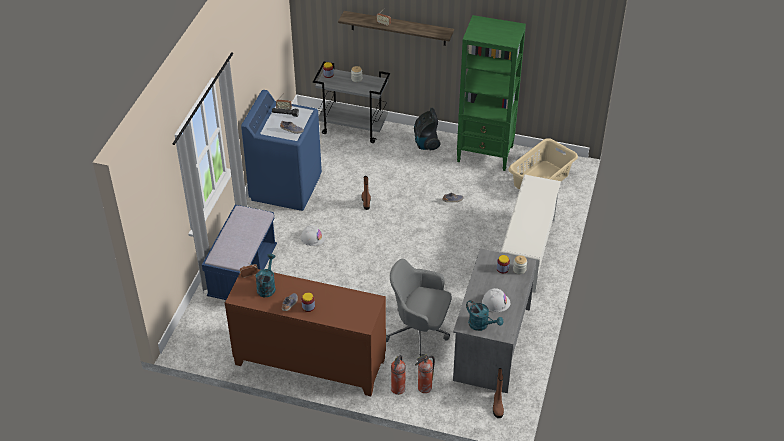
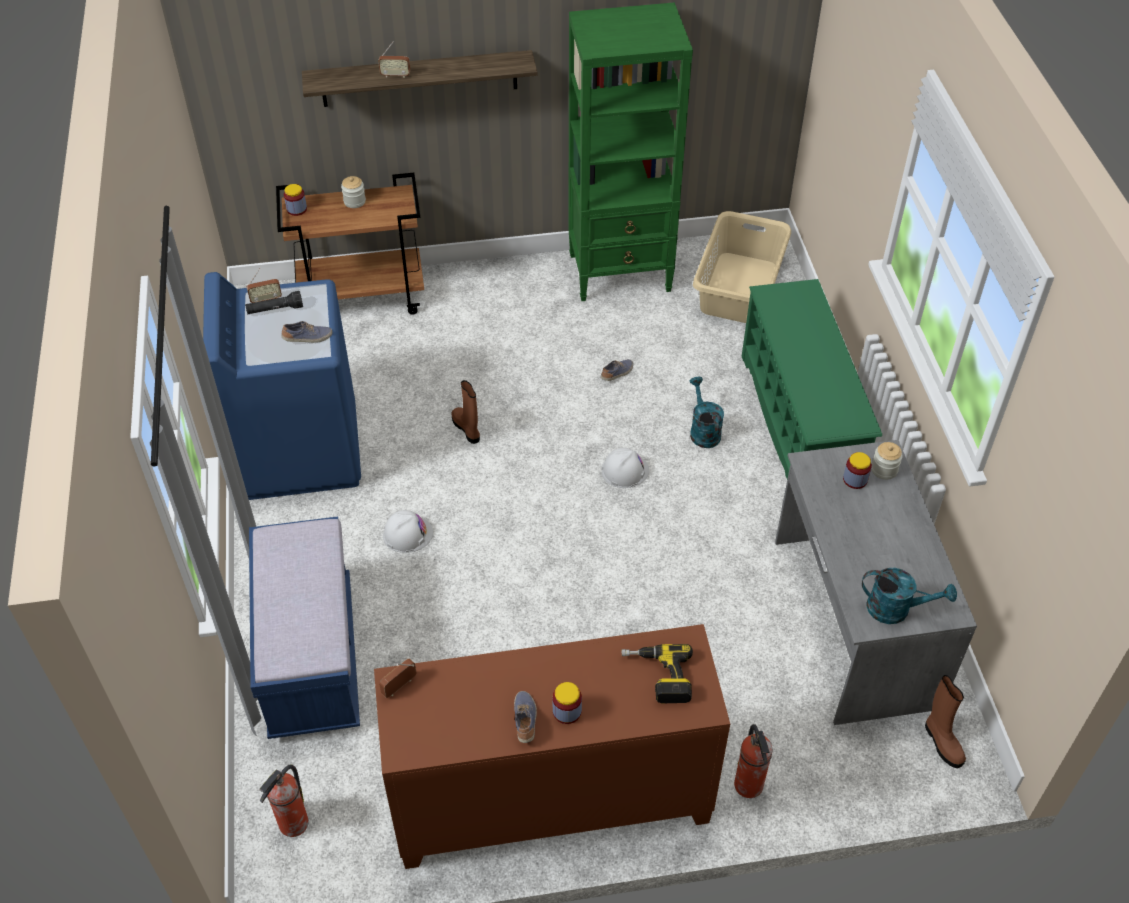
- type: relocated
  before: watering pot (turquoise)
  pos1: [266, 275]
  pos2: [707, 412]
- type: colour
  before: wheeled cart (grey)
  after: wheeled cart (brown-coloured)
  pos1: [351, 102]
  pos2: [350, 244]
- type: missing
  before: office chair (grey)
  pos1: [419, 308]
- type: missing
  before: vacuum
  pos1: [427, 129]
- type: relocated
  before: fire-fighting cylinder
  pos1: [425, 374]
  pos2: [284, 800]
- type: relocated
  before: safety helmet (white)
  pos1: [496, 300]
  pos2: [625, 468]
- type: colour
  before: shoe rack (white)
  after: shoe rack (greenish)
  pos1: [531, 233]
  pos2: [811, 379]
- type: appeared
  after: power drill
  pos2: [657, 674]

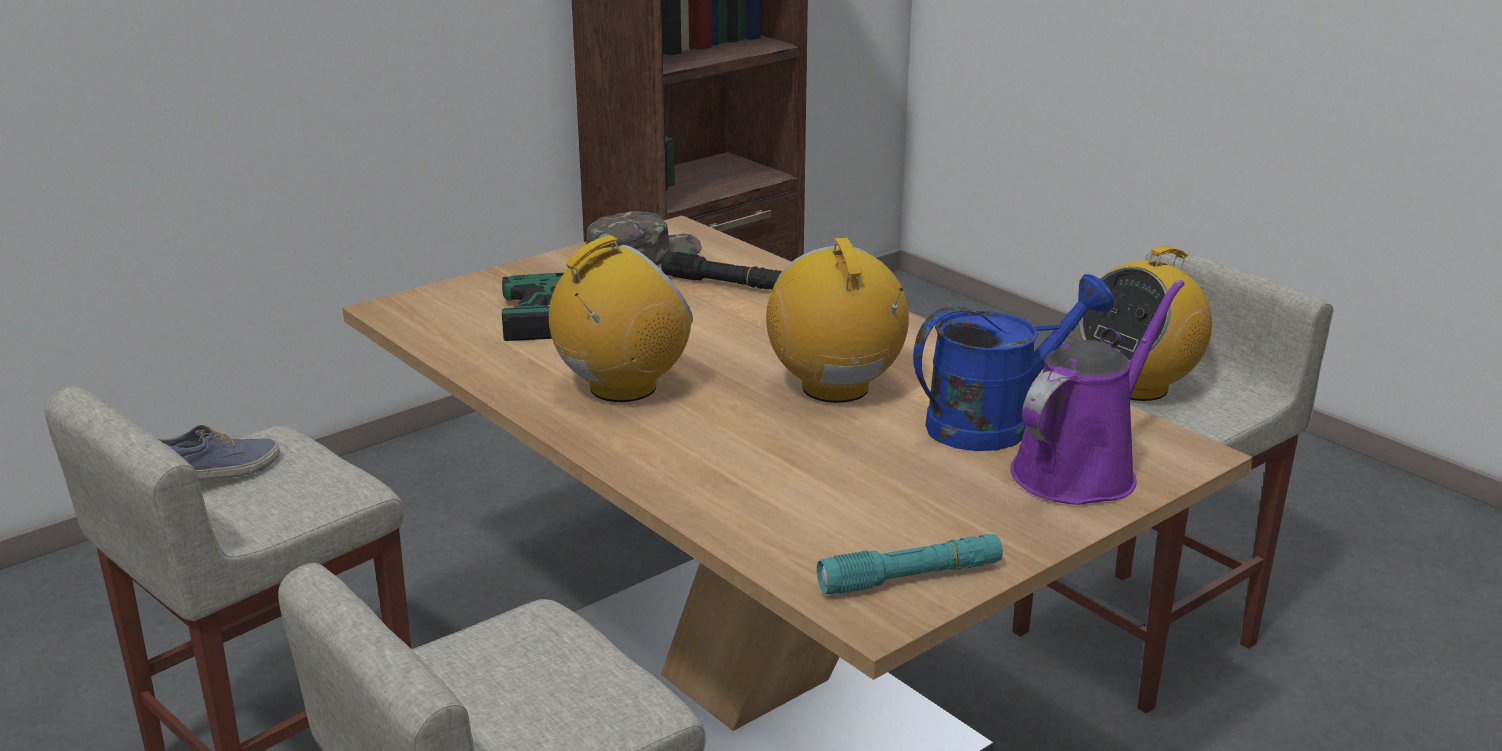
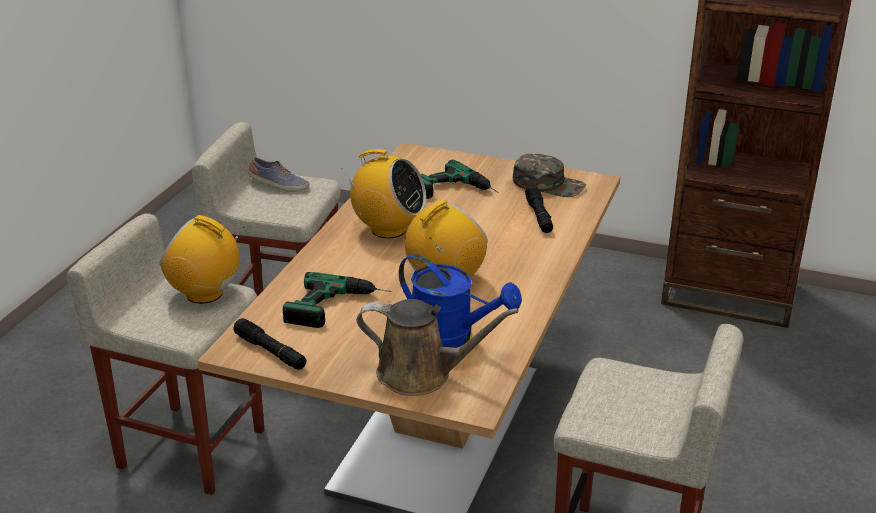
- type: colour
  before: hand torch (turquoise)
  after: hand torch (blackish)
  pos1: [910, 564]
  pos2: [269, 344]
- type: colour
  before: watering pot (purple)
  after: watering pot (brown-coloured)
  pos1: [1097, 392]
  pos2: [438, 347]
- type: relocated
  before: radio receiver
  pos1: [1145, 323]
  pos2: [202, 259]
- type: appeared
  after: power drill
  pos2: [337, 300]

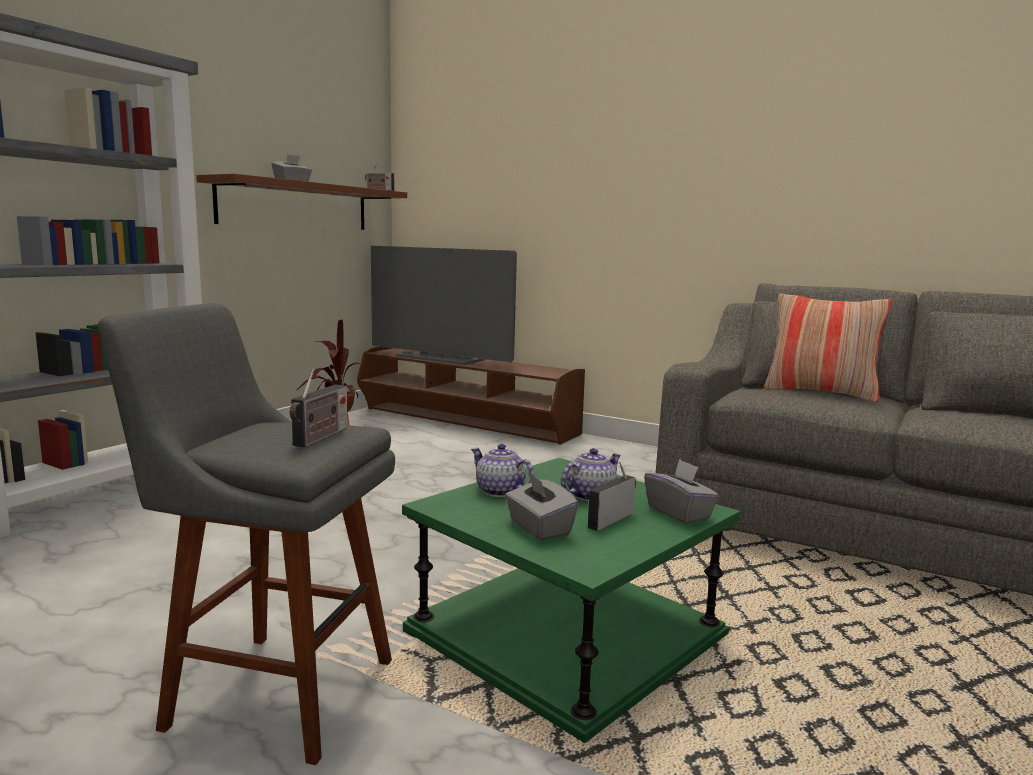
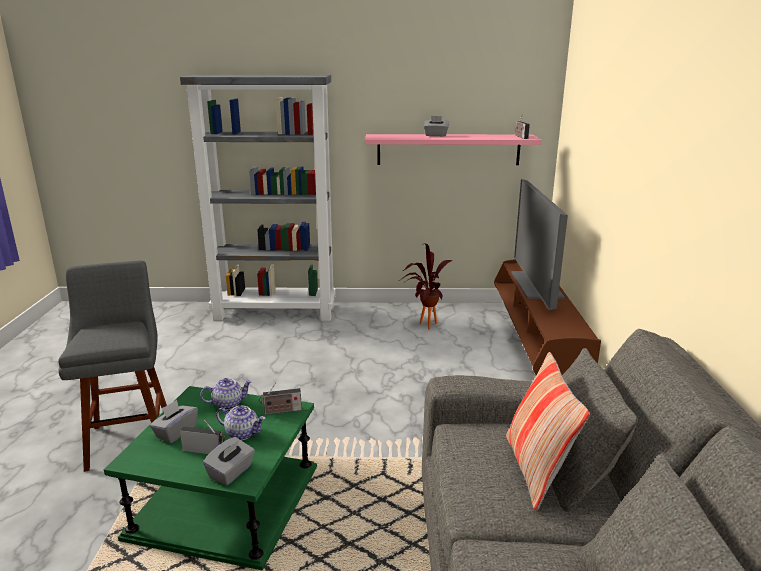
- type: colour
  before: shelf (brown-coloured)
  after: shelf (pinkish)
  pos1: [301, 202]
  pos2: [453, 149]
- type: relocated
  before: radio receiver
  pos1: [319, 408]
  pos2: [280, 398]
- type: spun
  before: teapot
  pos1: [502, 470]
  pos2: [226, 394]
  turn: 60

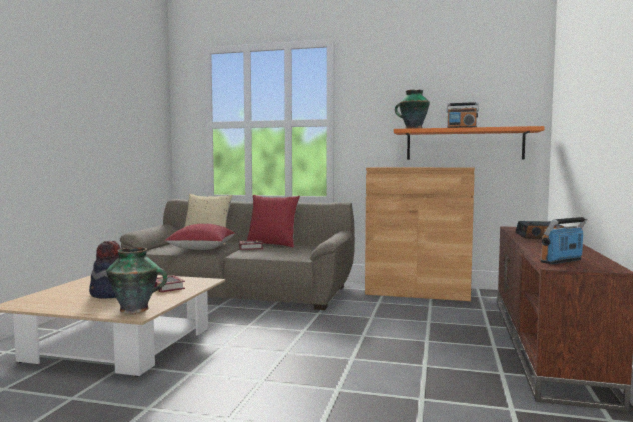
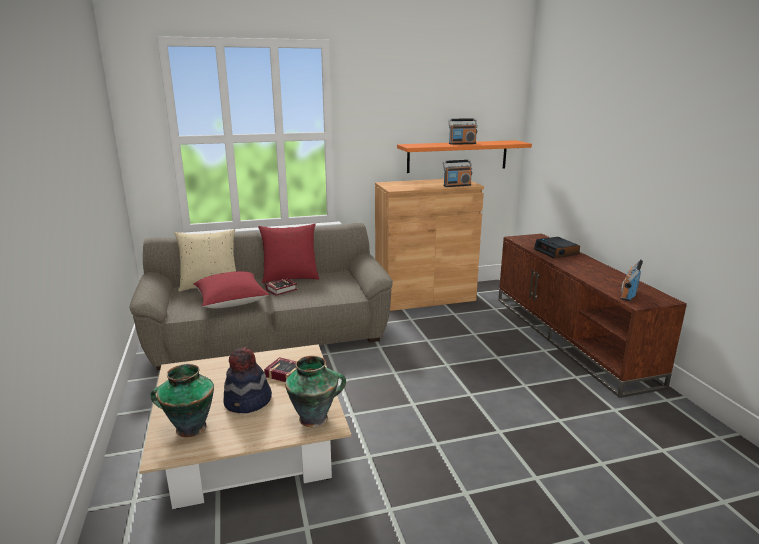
- type: relocated
  before: flower vase
  pos1: [412, 109]
  pos2: [182, 401]
- type: appeared
  after: radio receiver
  pos2: [457, 173]

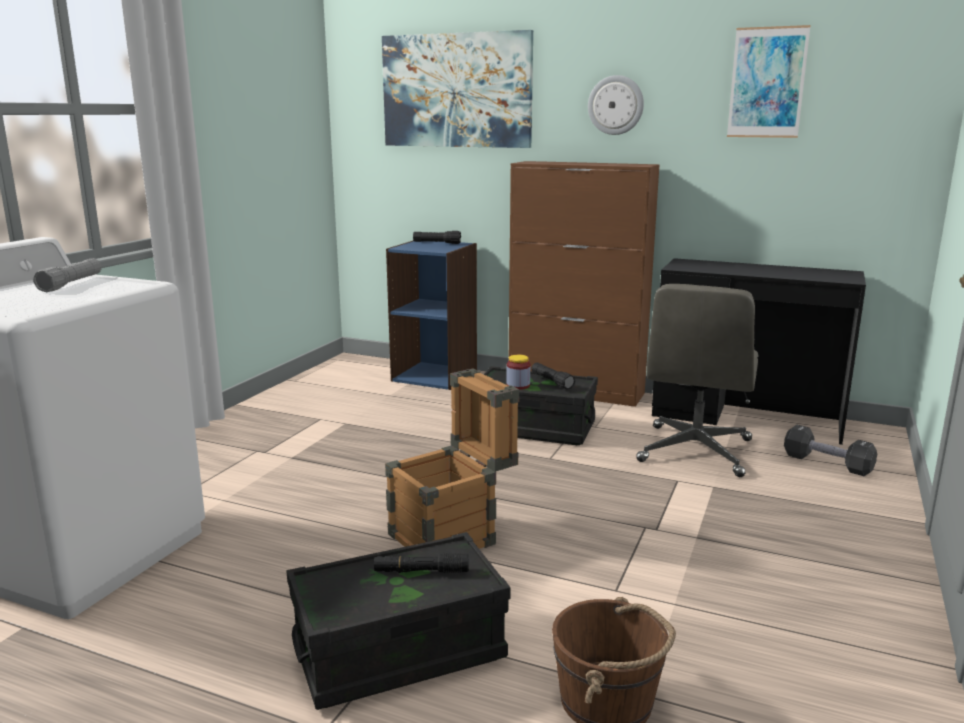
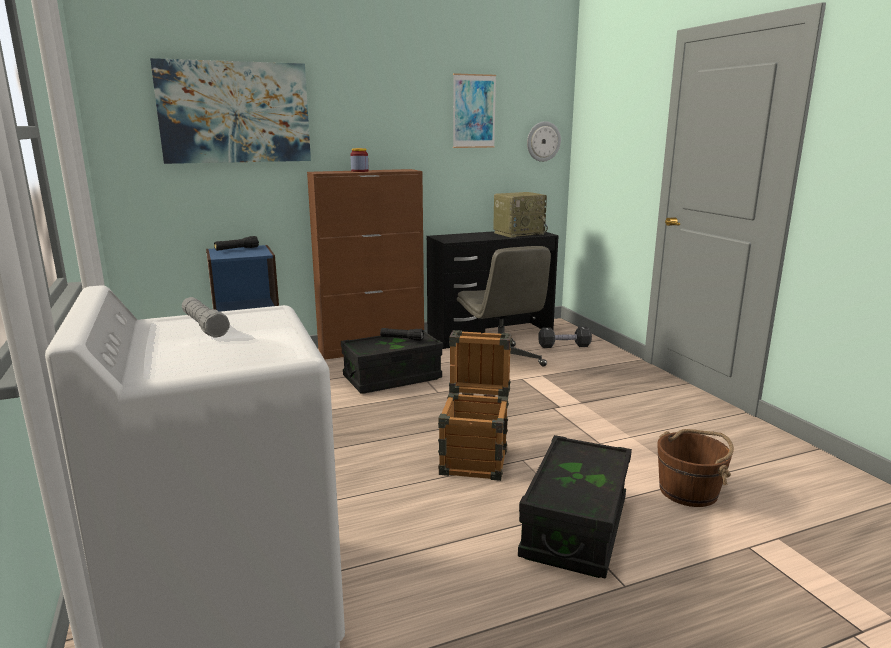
- type: missing
  before: hand torch (blackish)
  pos1: [421, 563]
- type: relocated
  before: storage jar
  pos1: [518, 372]
  pos2: [359, 160]
- type: relocated
  before: hanging clock
  pos1: [616, 105]
  pos2: [544, 141]
- type: appeared
  after: radio receiver
  pos2: [520, 215]

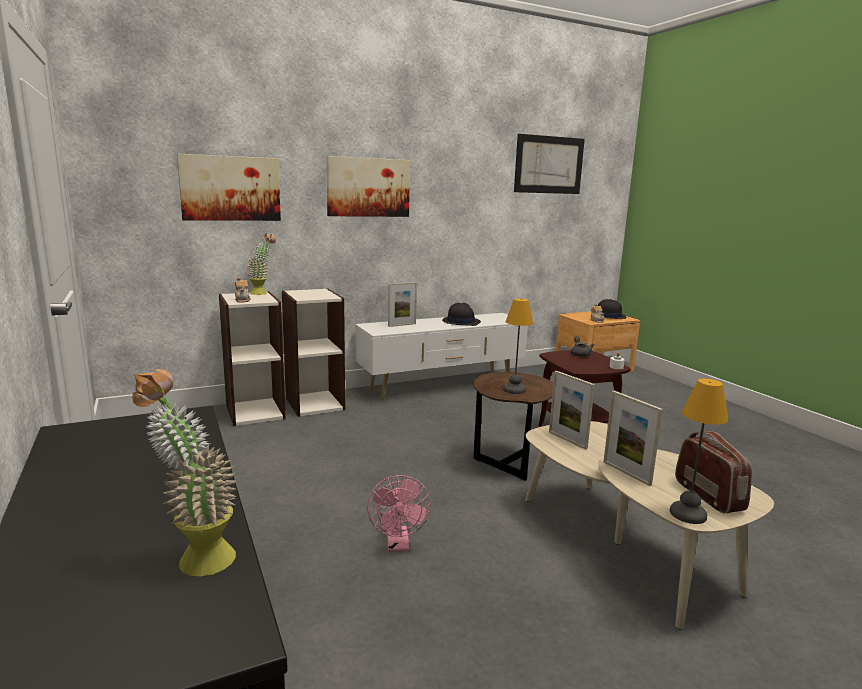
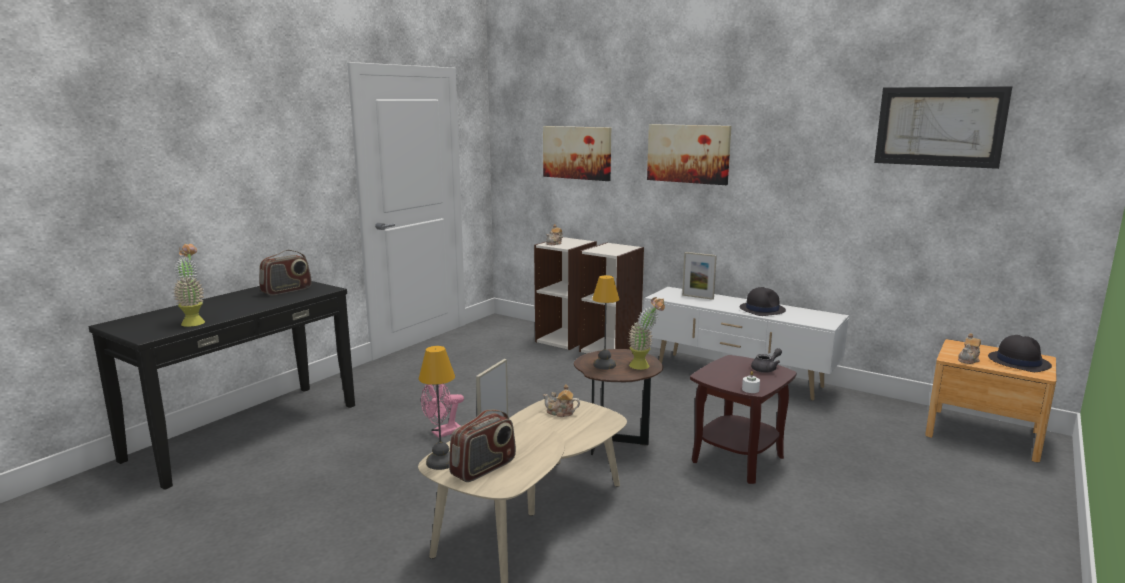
- type: relocated
  before: potted plant
  pos1: [261, 264]
  pos2: [646, 333]
- type: exchanged
  before: standing frame
  after: teapot
  pos1: [572, 410]
  pos2: [561, 400]
- type: appeared
  after: radio receiver
  pos2: [285, 272]

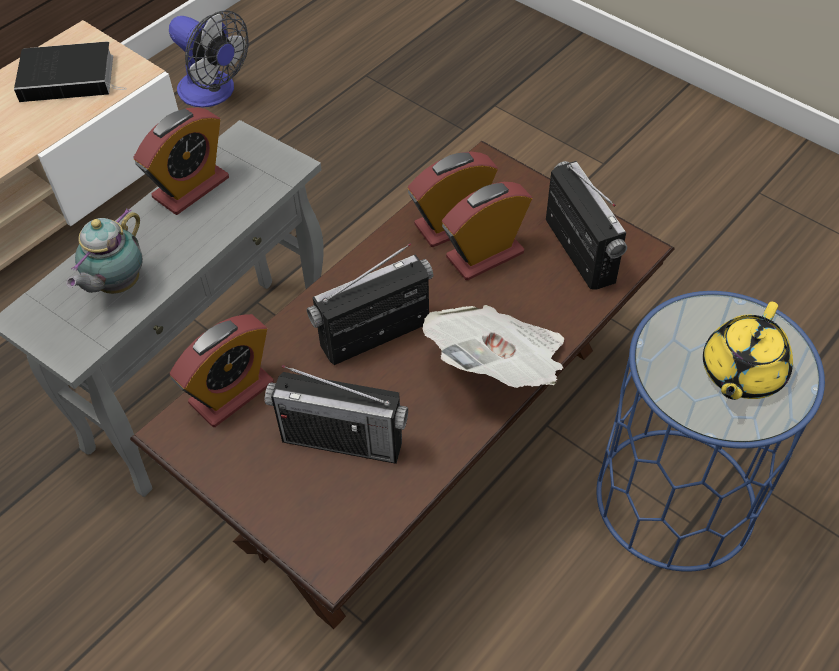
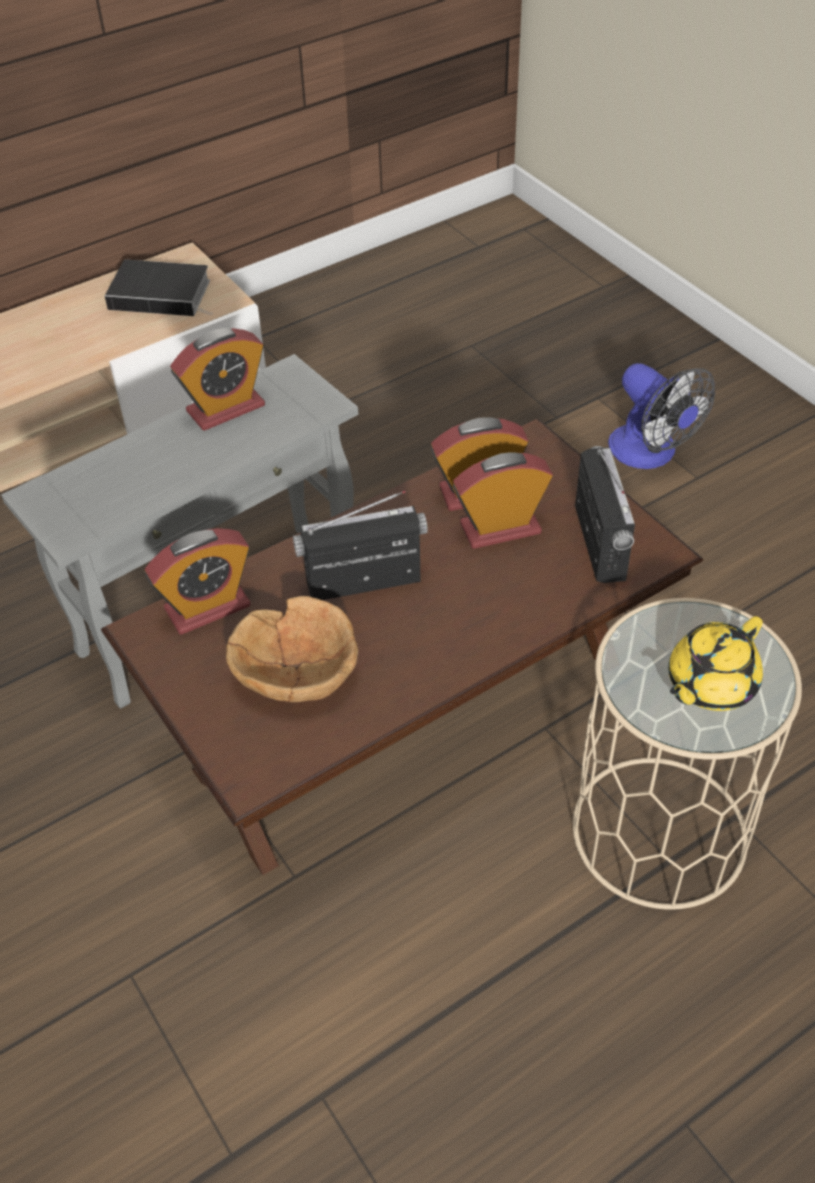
- type: missing
  before: teapot
  pos1: [104, 251]
- type: relocated
  before: cooling fan
  pos1: [209, 58]
  pos2: [661, 416]
- type: exchanged
  before: radio receiver
  after: serving bowl (brown-coloured)
  pos1: [336, 414]
  pos2: [292, 649]
- type: missing
  before: printed paper
  pos1: [494, 346]
- type: colour
  before: accent table (blue)
  after: accent table (beige)
  pos1: [710, 431]
  pos2: [687, 754]

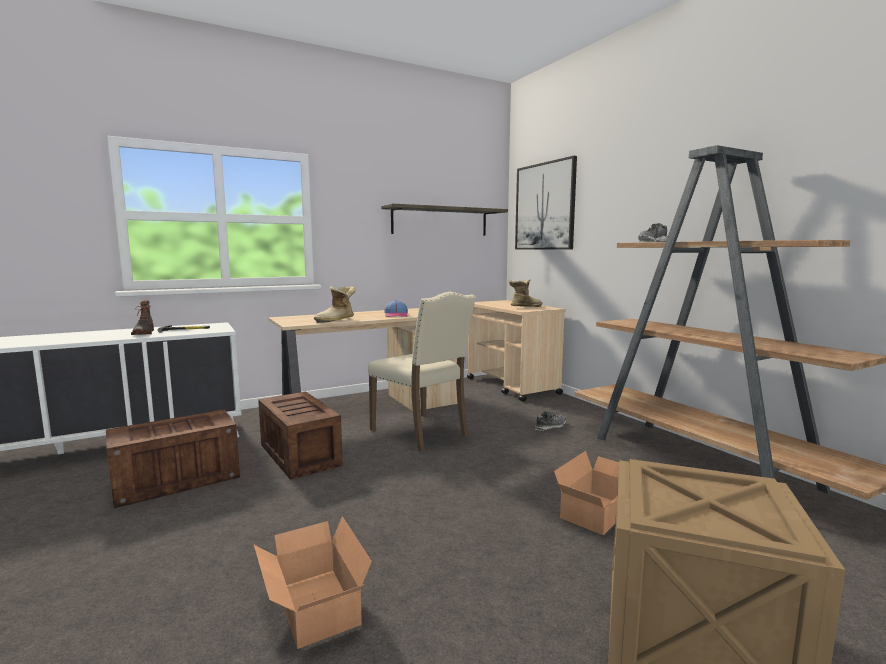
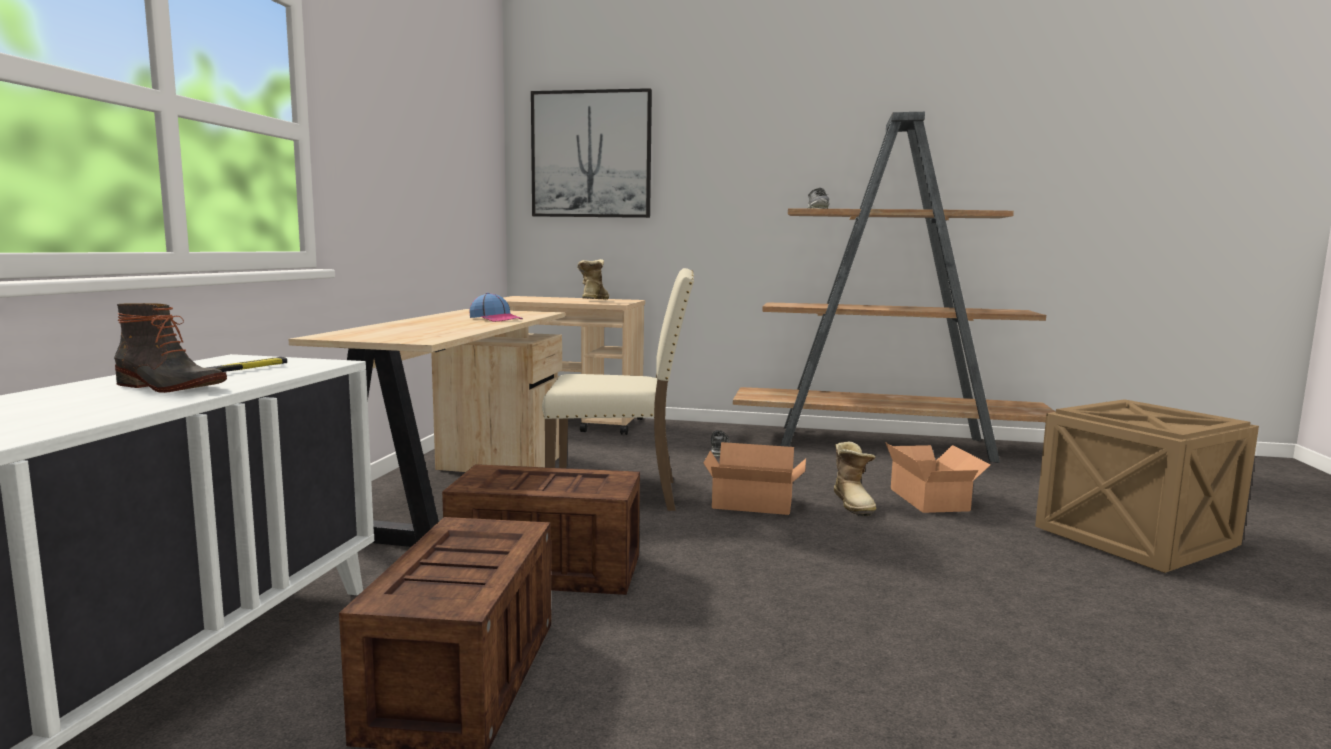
- type: relocated
  before: cardboard box
  pos1: [313, 582]
  pos2: [755, 478]
- type: relocated
  before: boot
  pos1: [335, 304]
  pos2: [855, 478]
- type: missing
  before: shelf
  pos1: [444, 220]

